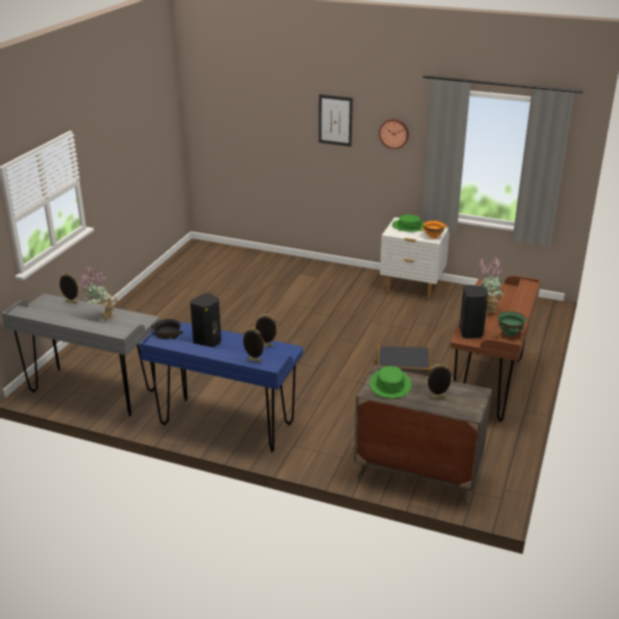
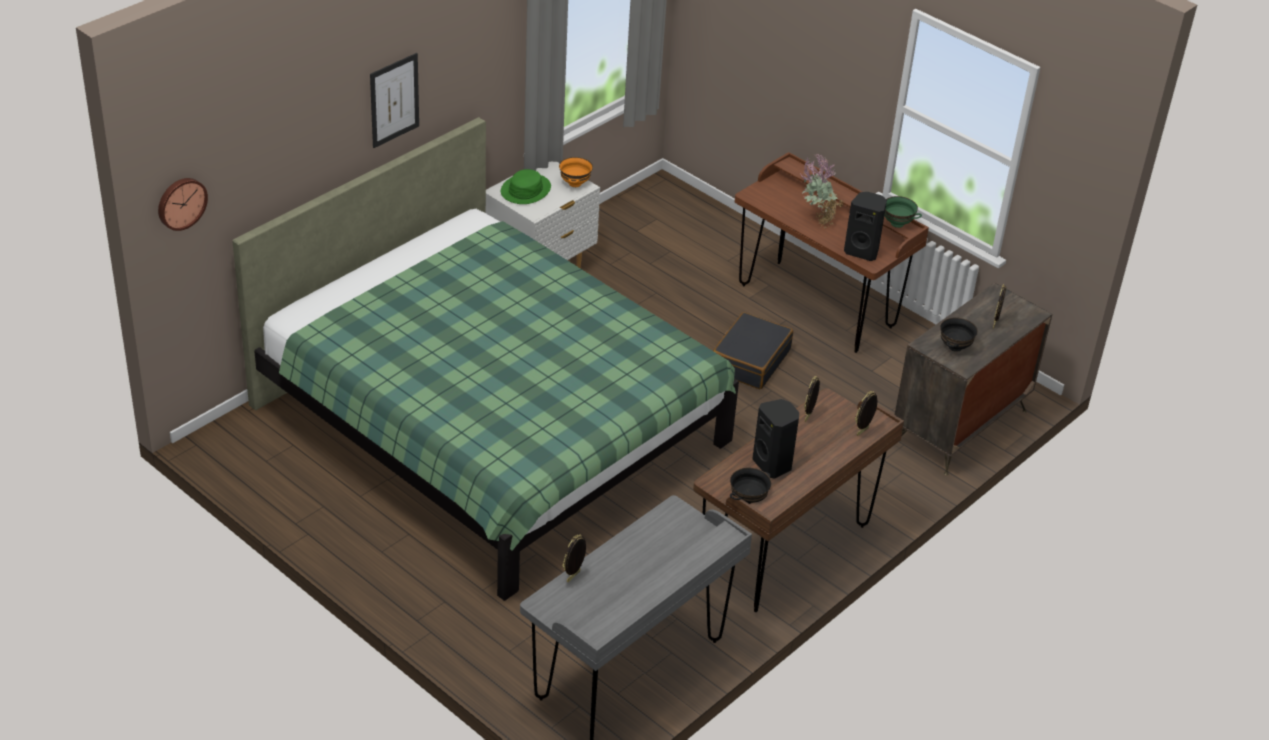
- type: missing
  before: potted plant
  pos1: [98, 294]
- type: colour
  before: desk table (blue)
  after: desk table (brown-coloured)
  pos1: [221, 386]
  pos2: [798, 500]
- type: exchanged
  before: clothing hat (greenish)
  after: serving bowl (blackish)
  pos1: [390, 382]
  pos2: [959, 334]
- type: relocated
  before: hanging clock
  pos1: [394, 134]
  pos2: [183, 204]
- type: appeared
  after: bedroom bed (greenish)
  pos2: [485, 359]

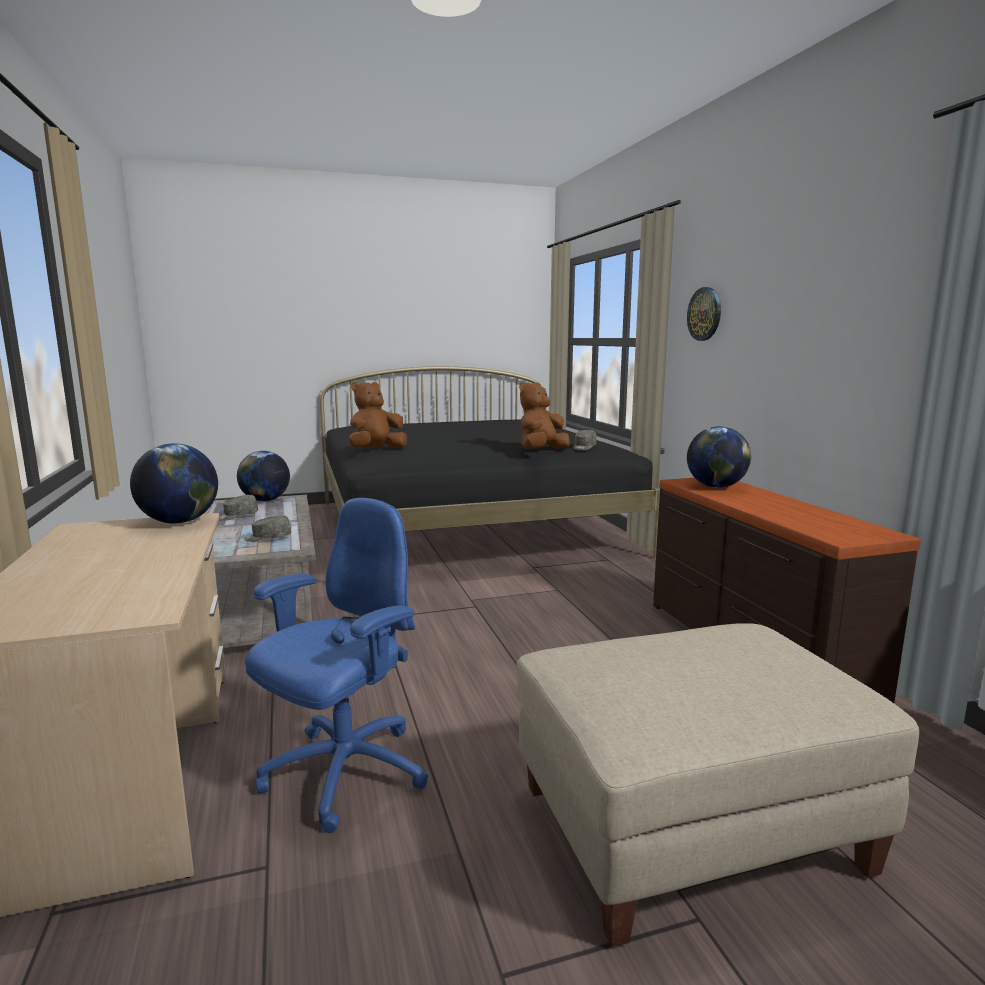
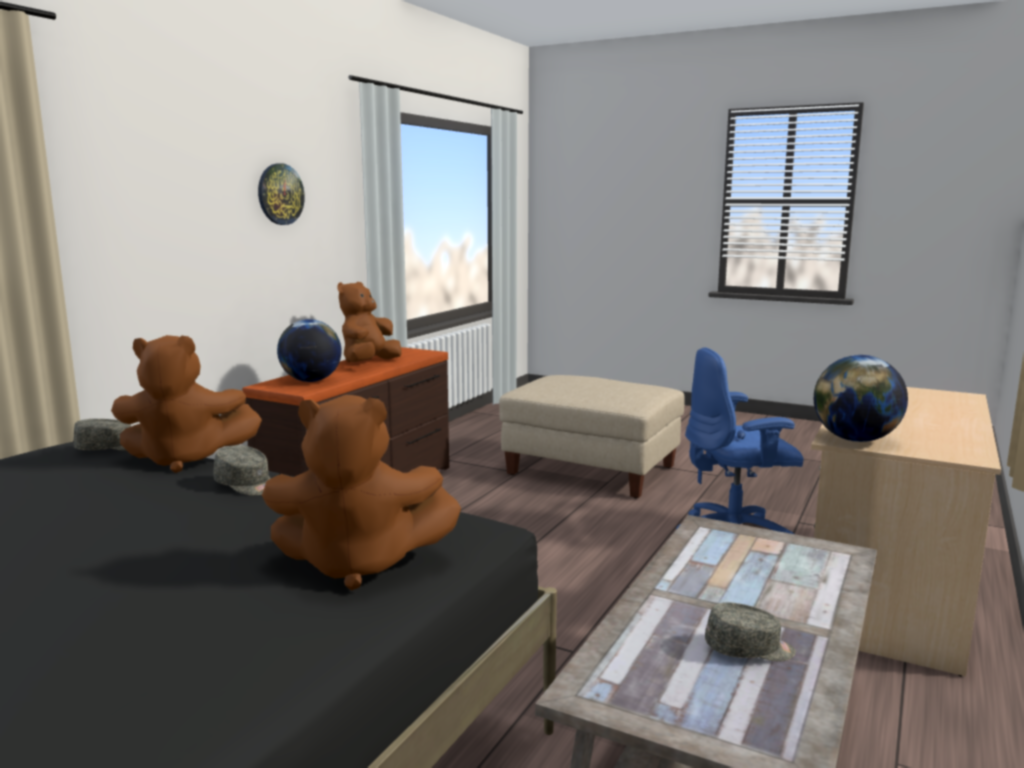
- type: missing
  before: globe
  pos1: [263, 476]
- type: relocated
  before: cap (grey)
  pos1: [267, 528]
  pos2: [242, 470]
- type: relocated
  before: hanging clock
  pos1: [704, 314]
  pos2: [281, 194]
- type: appeared
  after: cuddly toy (brown-coloured)
  pos2: [370, 322]

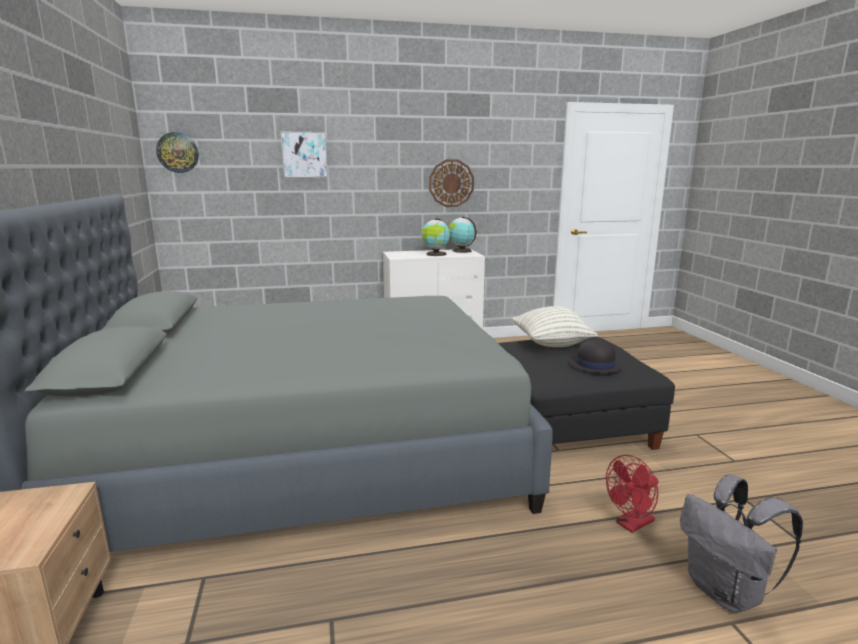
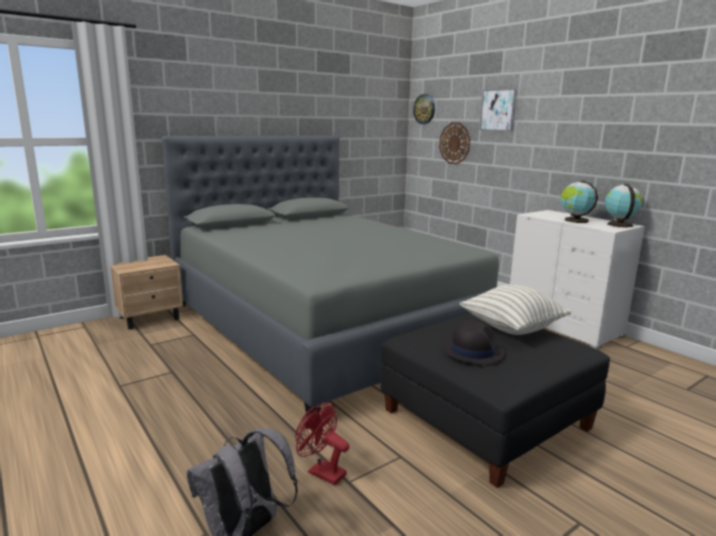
- type: relocated
  before: hanging clock
  pos1: [451, 183]
  pos2: [454, 143]

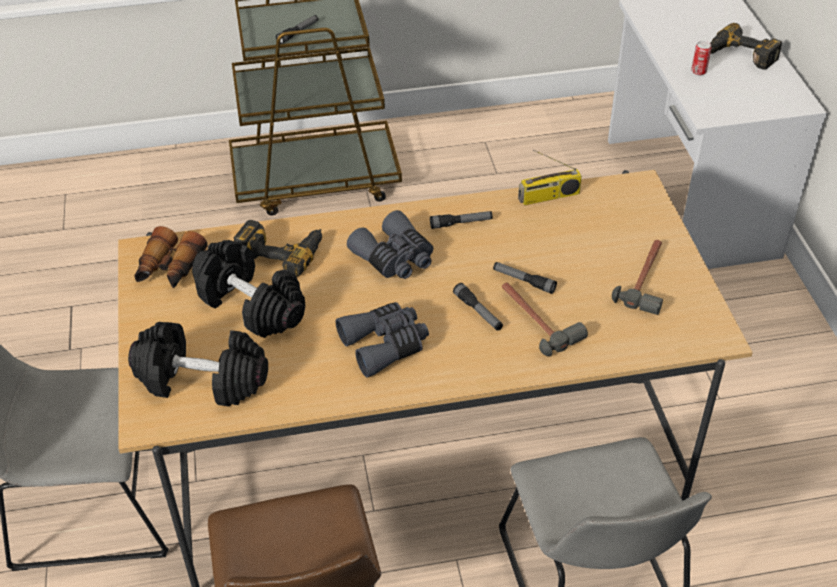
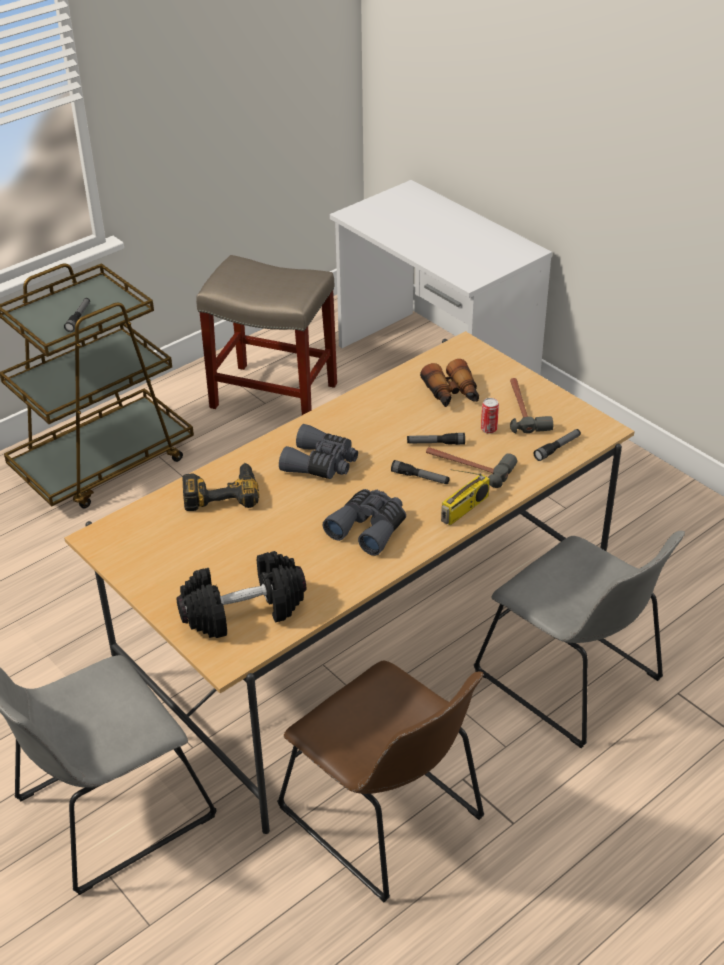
- type: relocated
  before: field glasses
  pos1: [170, 257]
  pos2: [449, 383]
- type: missing
  before: dumbbell (blackish)
  pos1: [248, 289]
- type: relocated
  before: hand torch
  pos1: [461, 220]
  pos2: [557, 445]
- type: relocated
  before: radio receiver
  pos1: [550, 177]
  pos2: [465, 497]
- type: relocated
  before: sealed can
  pos1: [701, 58]
  pos2: [490, 416]
- type: missing
  before: power drill
  pos1: [746, 46]
- type: appeared
  after: stool seat (beige)
  pos2: [266, 335]

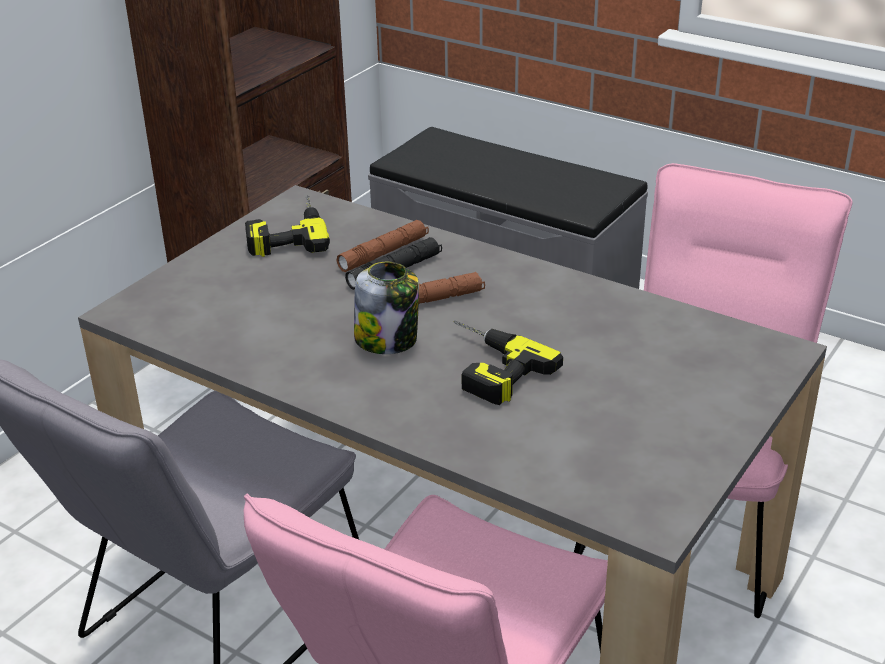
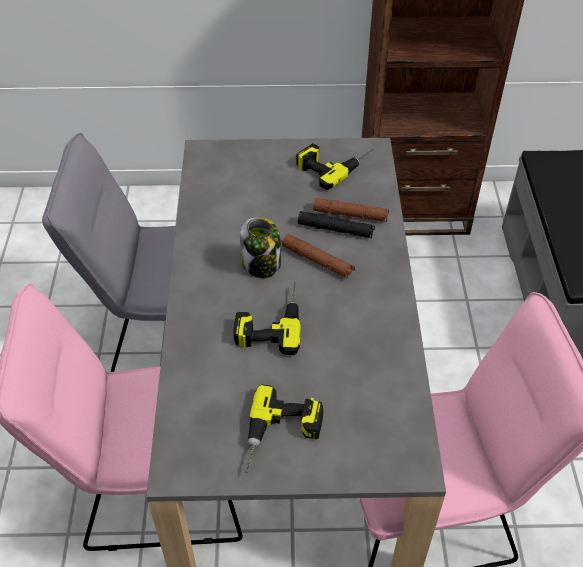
- type: appeared
  after: power drill
  pos2: [283, 429]

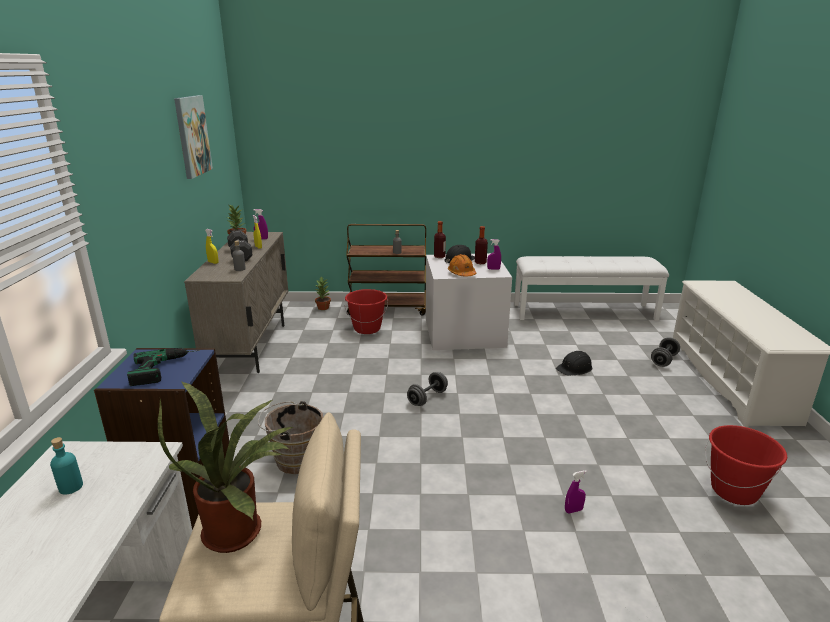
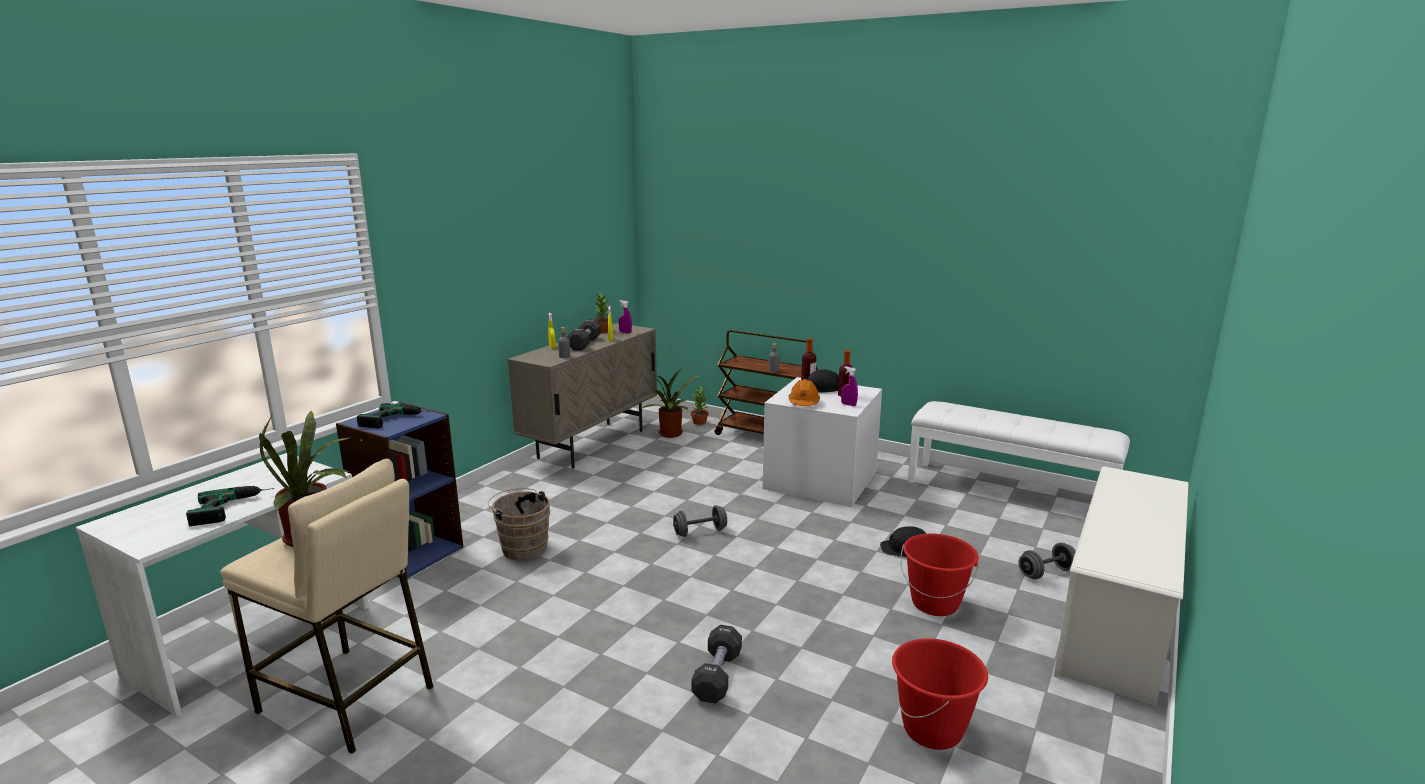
- type: missing
  before: drink bottle (turquoise)
  pos1: [66, 466]
- type: missing
  before: picture
  pos1: [193, 137]
- type: relocated
  before: water bucket (red)
  pos1: [366, 311]
  pos2: [939, 575]
- type: exchanged
  before: hand sprayer (purple)
  after: dumbbell (blackish)
  pos1: [576, 491]
  pos2: [716, 664]
- type: appeared
  after: power drill
  pos2: [230, 506]
- type: appeared
  after: potted plant
  pos2: [671, 403]

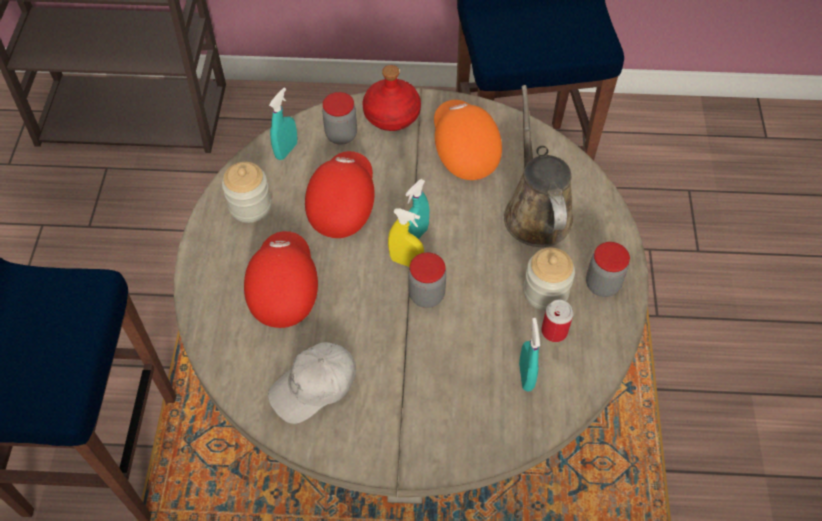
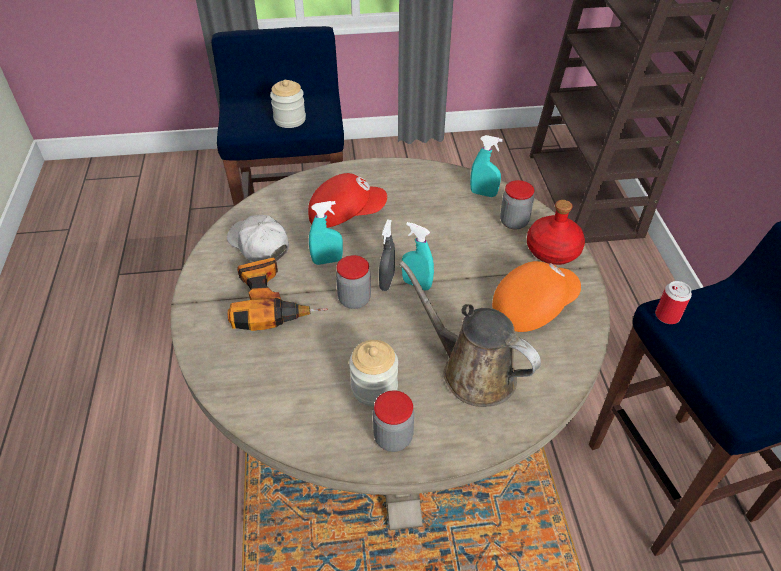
- type: relocated
  before: storage jar
  pos1: [246, 192]
  pos2: [288, 104]
- type: missing
  before: cap (red)
  pos1: [340, 194]
- type: colour
  before: hand sprayer (yellow-coloured)
  after: hand sprayer (grey)
  pos1: [406, 237]
  pos2: [387, 255]
- type: spun
  before: watering pot (brown-coloured)
  pos1: [538, 166]
  pos2: [470, 334]
  turn: -120
- type: relocated
  before: hand sprayer (turquoise)
  pos1: [529, 354]
  pos2: [326, 233]
- type: relocated
  before: sealed can
  pos1: [557, 321]
  pos2: [673, 302]
- type: appeared
  after: power drill
  pos2: [278, 294]

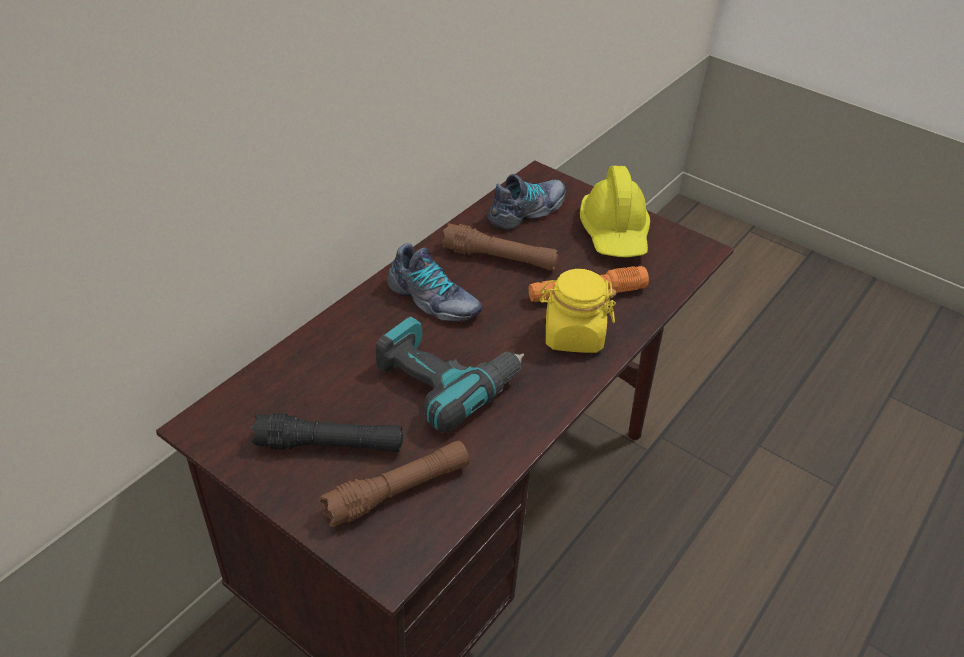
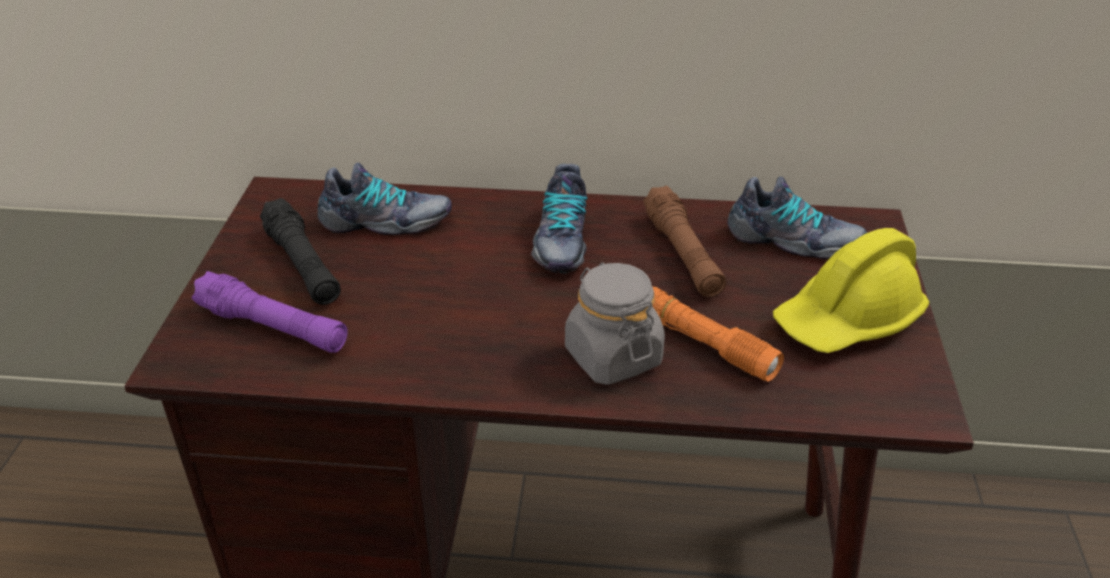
- type: colour
  before: hand torch (brown-coloured)
  after: hand torch (purple)
  pos1: [394, 484]
  pos2: [269, 312]
- type: missing
  before: power drill
  pos1: [450, 374]
- type: colour
  before: storage jar (yellow-coloured)
  after: storage jar (grey)
  pos1: [578, 311]
  pos2: [615, 323]
- type: appeared
  after: low shoe
  pos2: [385, 199]

